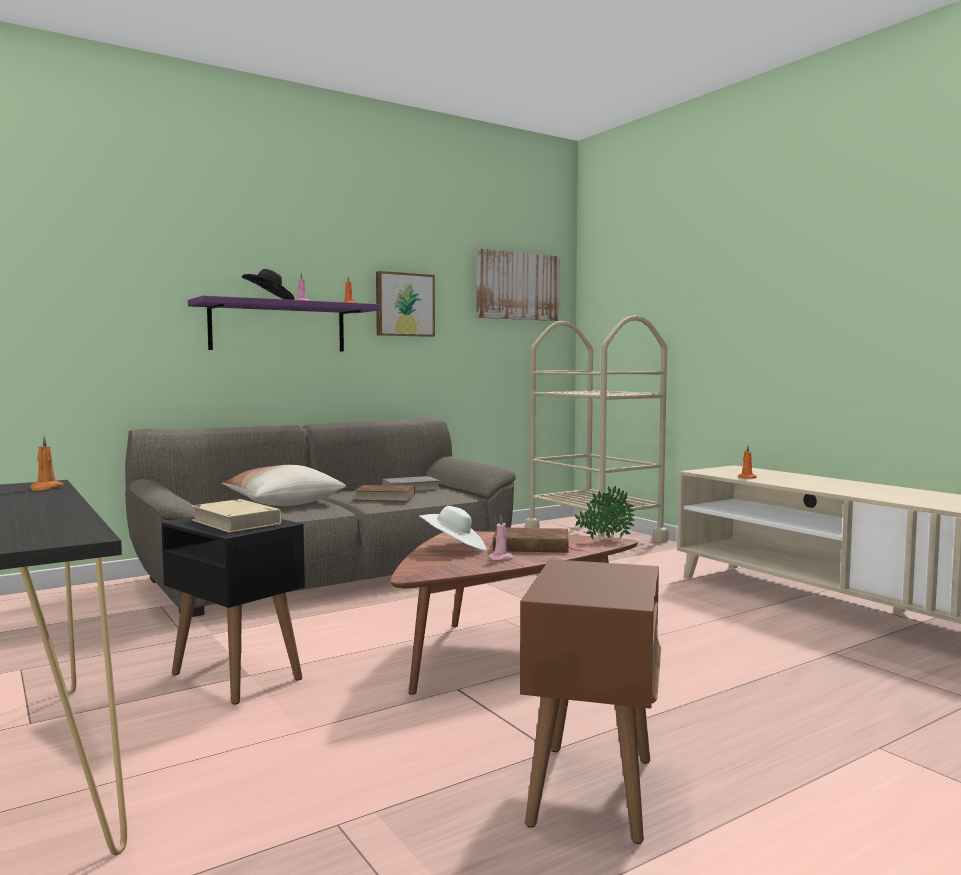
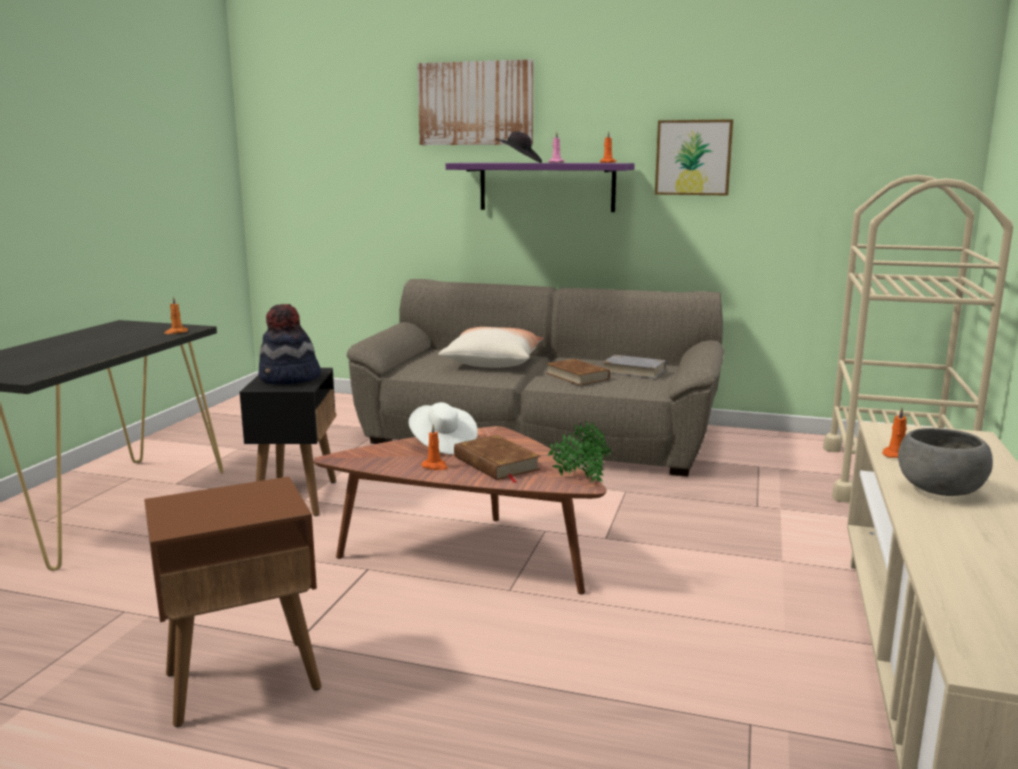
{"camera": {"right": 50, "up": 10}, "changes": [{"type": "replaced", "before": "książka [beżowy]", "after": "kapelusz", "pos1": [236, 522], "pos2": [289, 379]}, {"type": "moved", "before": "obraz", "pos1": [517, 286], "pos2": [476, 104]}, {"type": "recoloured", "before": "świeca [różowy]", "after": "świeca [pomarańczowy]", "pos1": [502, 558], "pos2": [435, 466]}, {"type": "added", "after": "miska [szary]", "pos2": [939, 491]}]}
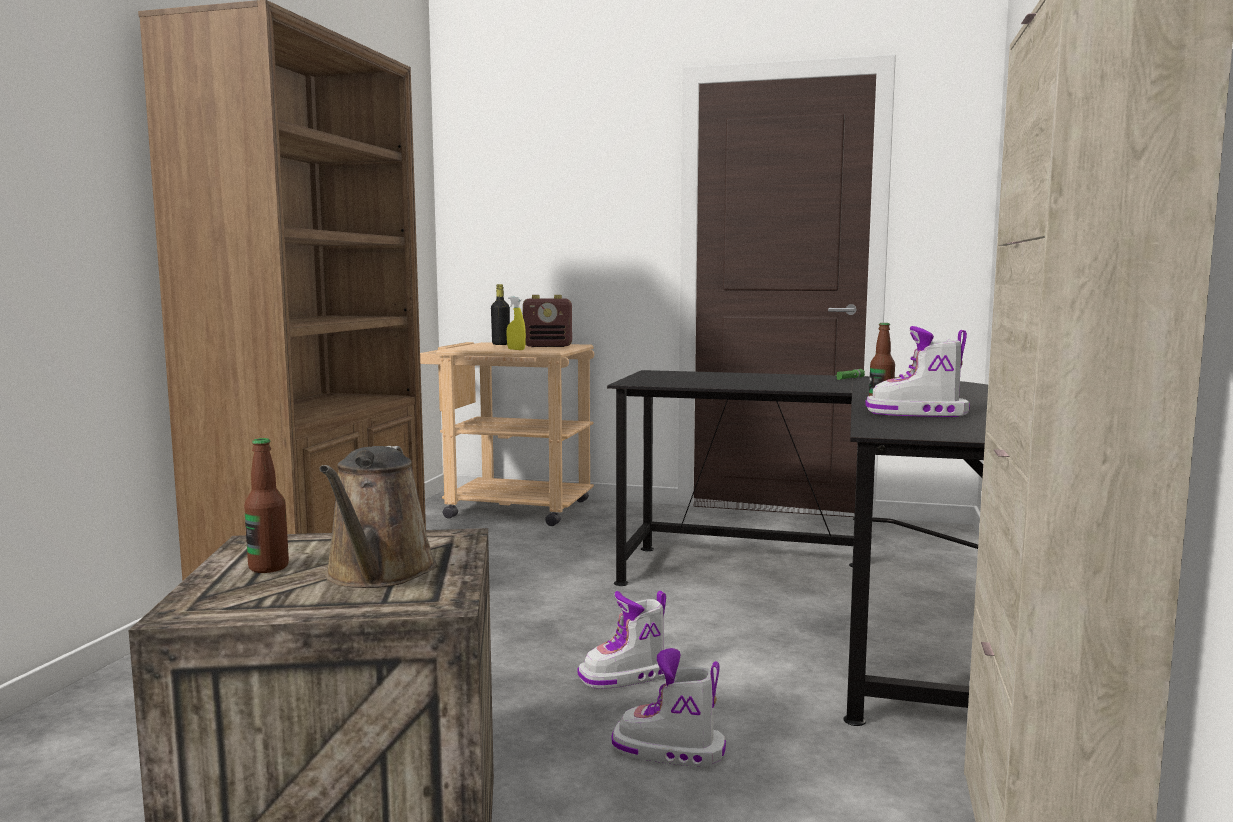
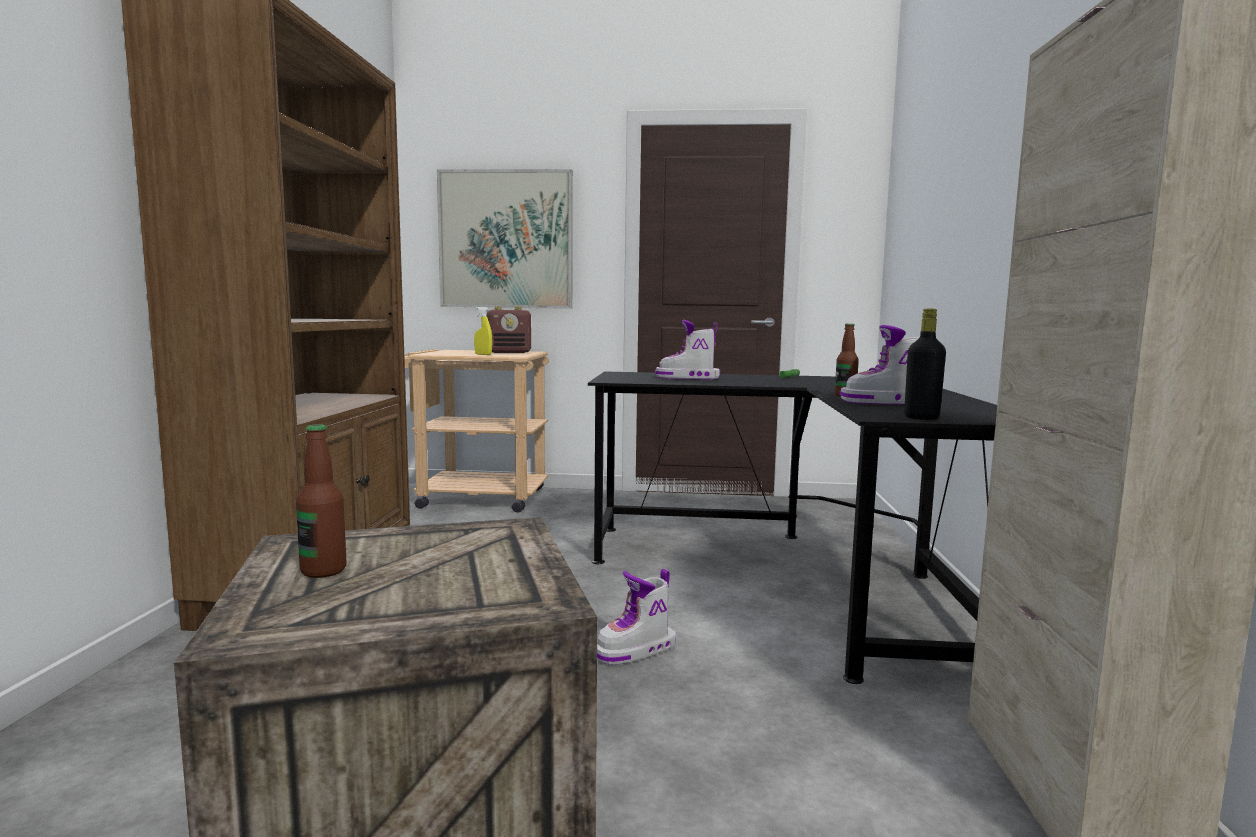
{"camera": {"right": -10, "up": 0}, "changes": [{"type": "removed", "before": "konewka [brązowy]", "pos1": [378, 574]}, {"type": "moved", "before": "butelka [czarny]", "pos1": [501, 344], "pos2": [921, 418]}, {"type": "moved", "before": "but z cholewką", "pos1": [668, 751], "pos2": [687, 378]}, {"type": "added", "after": "obraz", "pos2": [506, 240]}]}
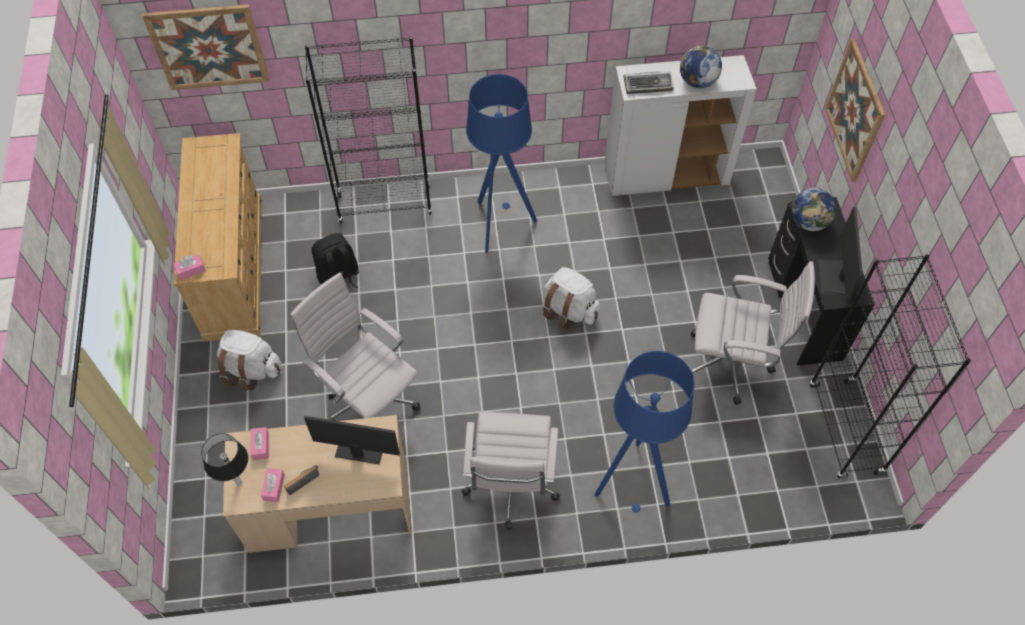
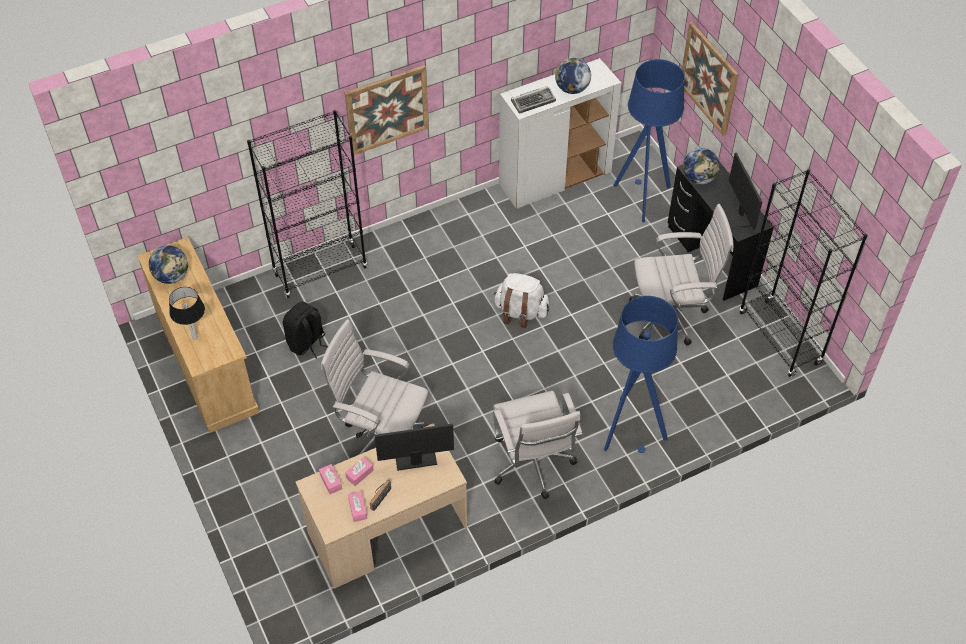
{"camera": {"right": -20, "up": -5}, "changes": [{"type": "moved", "before": "obraz", "pos1": [208, 47], "pos2": [387, 109]}, {"type": "moved", "before": "pudełko chusteczek [różowy]", "pos1": [191, 270], "pos2": [359, 474]}, {"type": "moved", "before": "lampa stołowa", "pos1": [238, 482], "pos2": [194, 337]}, {"type": "removed", "before": "plecak [biały]", "pos1": [251, 369]}, {"type": "moved", "before": "lampa stojąca [niebieski]", "pos1": [500, 225], "pos2": [642, 198]}, {"type": "added", "after": "globus", "pos2": [172, 276]}]}
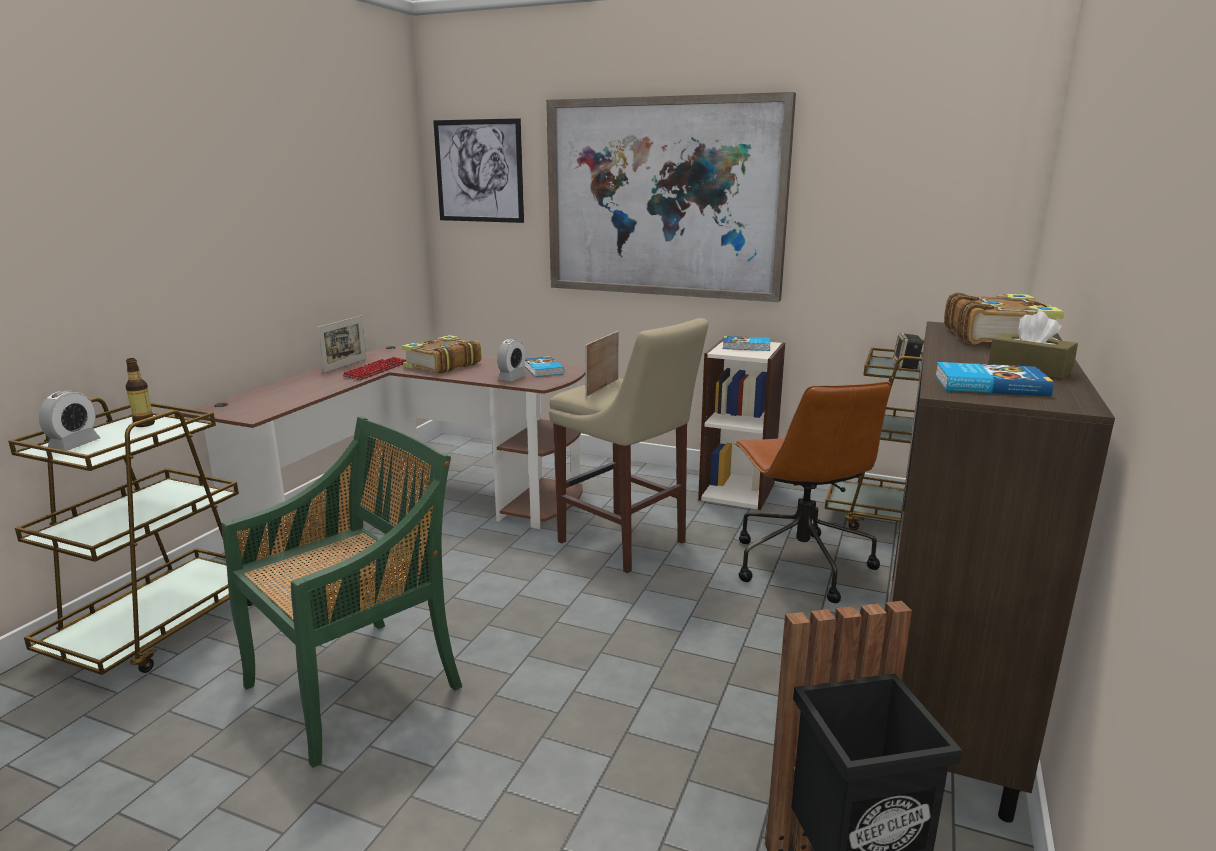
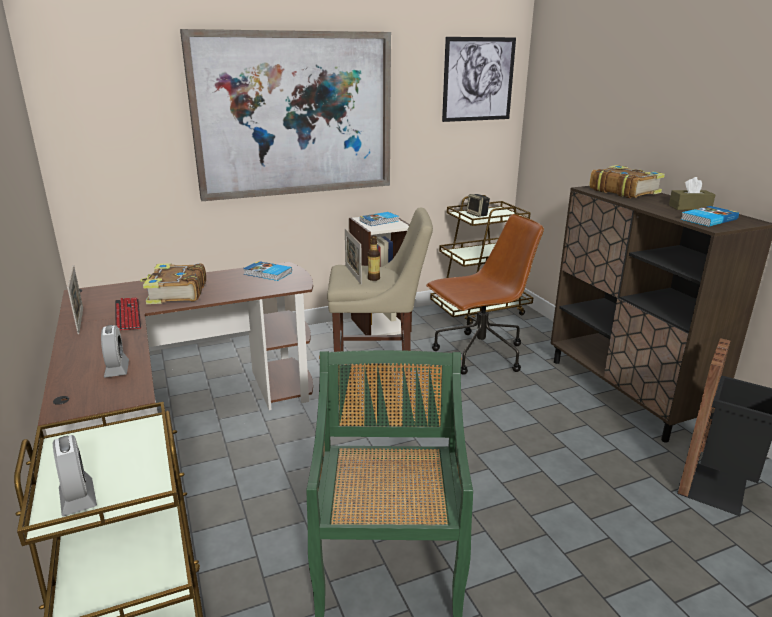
{"camera": {"right": -45, "up": 5}, "changes": [{"type": "moved", "before": "butelka", "pos1": [144, 424], "pos2": [373, 278]}, {"type": "moved", "before": "obraz", "pos1": [479, 171], "pos2": [478, 79]}, {"type": "moved", "before": "budzik", "pos1": [512, 378], "pos2": [117, 369]}, {"type": "turned", "before": "krzesło biurowe [brązowy]", "pos1": [799, 564], "pos2": [478, 355], "turn": -60}]}
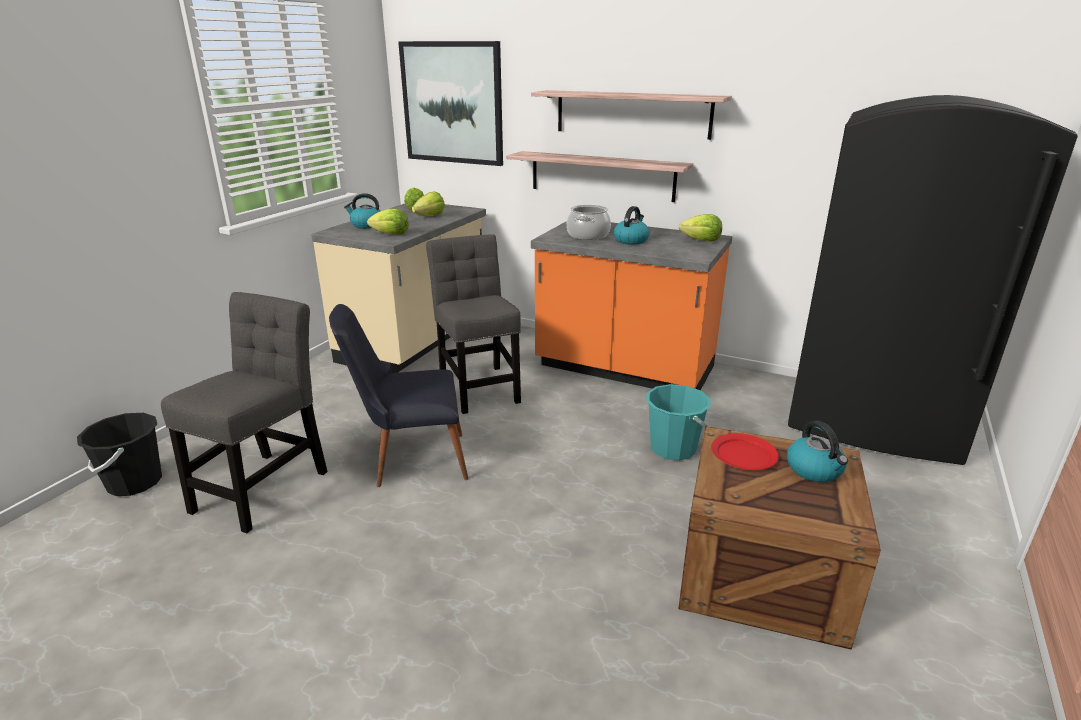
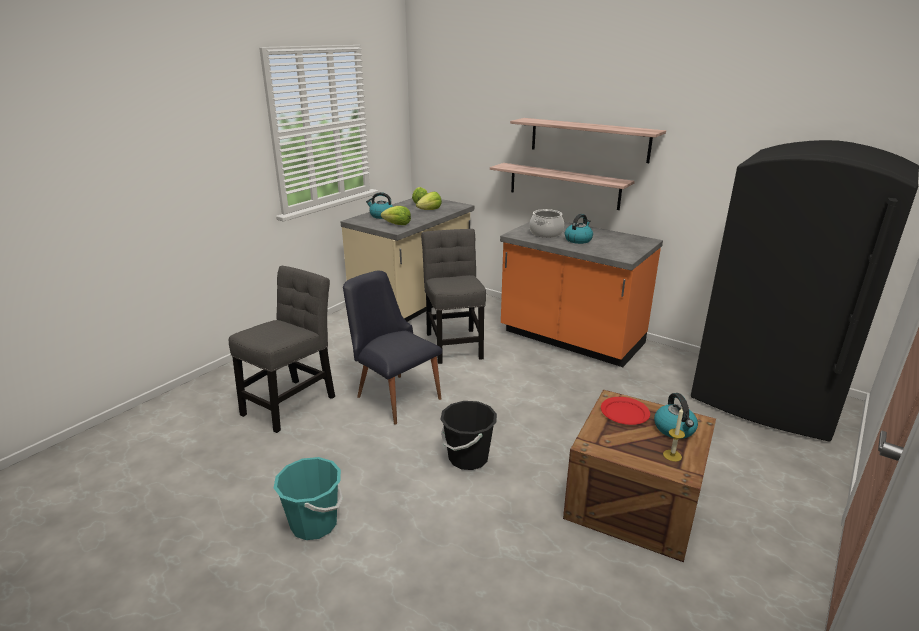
{"camera": {"right": 10, "up": 0}, "changes": [{"type": "moved", "before": "wiadro [czarny]", "pos1": [135, 482], "pos2": [468, 458]}, {"type": "turned", "before": "krzesło [czarny]", "pos1": [410, 460], "pos2": [393, 394], "turn": 45}, {"type": "removed", "before": "obraz", "pos1": [452, 103]}, {"type": "moved", "before": "wiadro [turkusowy]", "pos1": [673, 449], "pos2": [314, 523]}, {"type": "removed", "before": "sałata", "pos1": [701, 240]}, {"type": "added", "after": "świeca", "pos2": [672, 455]}]}
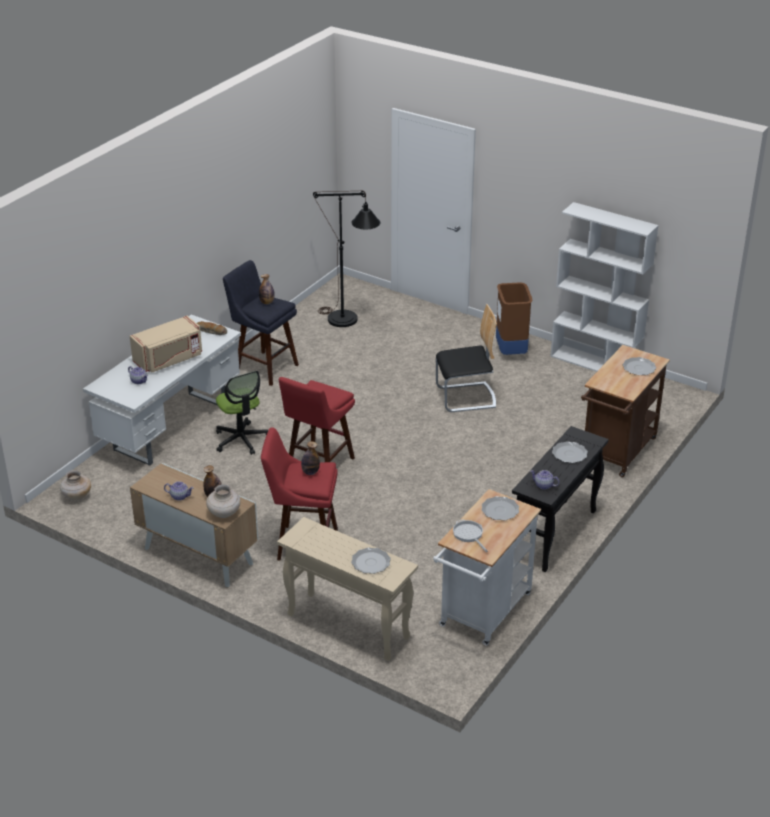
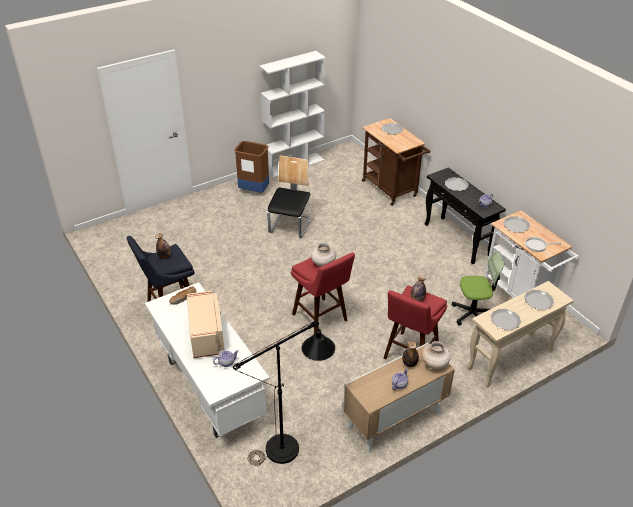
{"camera": {"right": -65, "up": 5}, "changes": [{"type": "moved", "before": "wazon [beżowy]", "pos1": [76, 496], "pos2": [323, 263]}, {"type": "moved", "before": "krzesło biurowe", "pos1": [241, 439], "pos2": [473, 314]}, {"type": "moved", "before": "lampa stojąca [czarny]", "pos1": [348, 322], "pos2": [291, 446]}, {"type": "added", "after": "talerz", "pos2": [505, 320]}]}
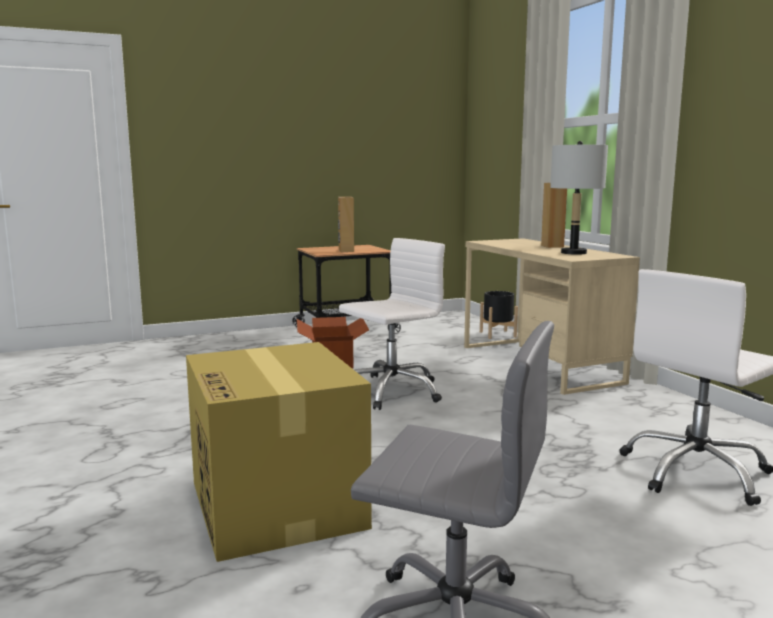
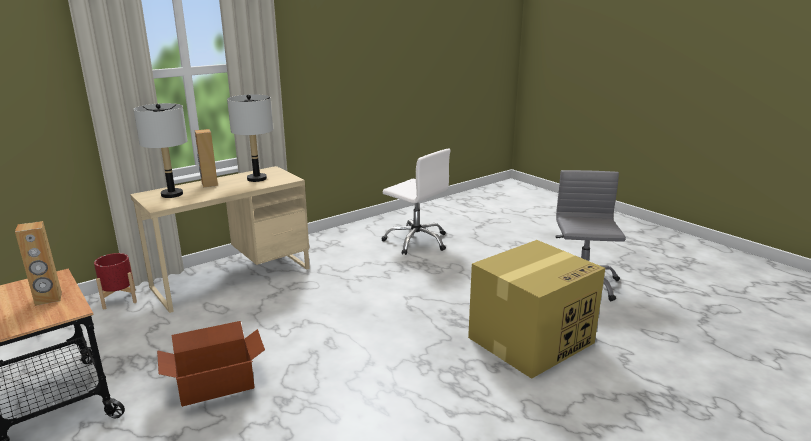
{"camera": {"right": -105, "up": 10}, "changes": [{"type": "removed", "before": "krzesło biurowe [biały]", "pos1": [391, 391]}, {"type": "recoloured", "before": "donica [czarny]", "after": "donica [czerwony]", "pos1": [497, 334], "pos2": [119, 299]}, {"type": "added", "after": "lampa stołowa [szary]", "pos2": [172, 194]}]}
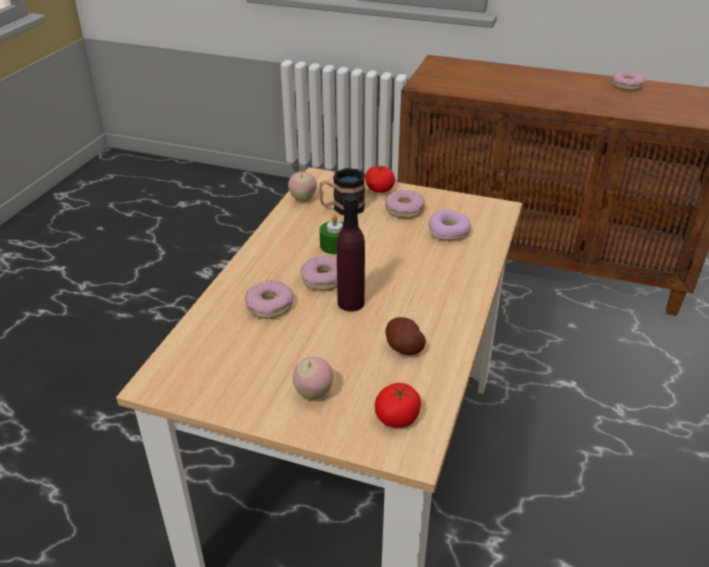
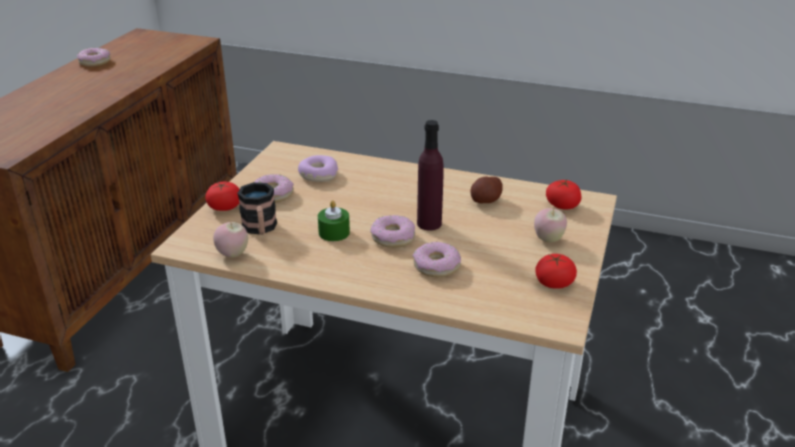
{"camera": {"right": -90, "up": -5}, "changes": [{"type": "added", "after": "pomidor", "pos2": [554, 283]}]}
